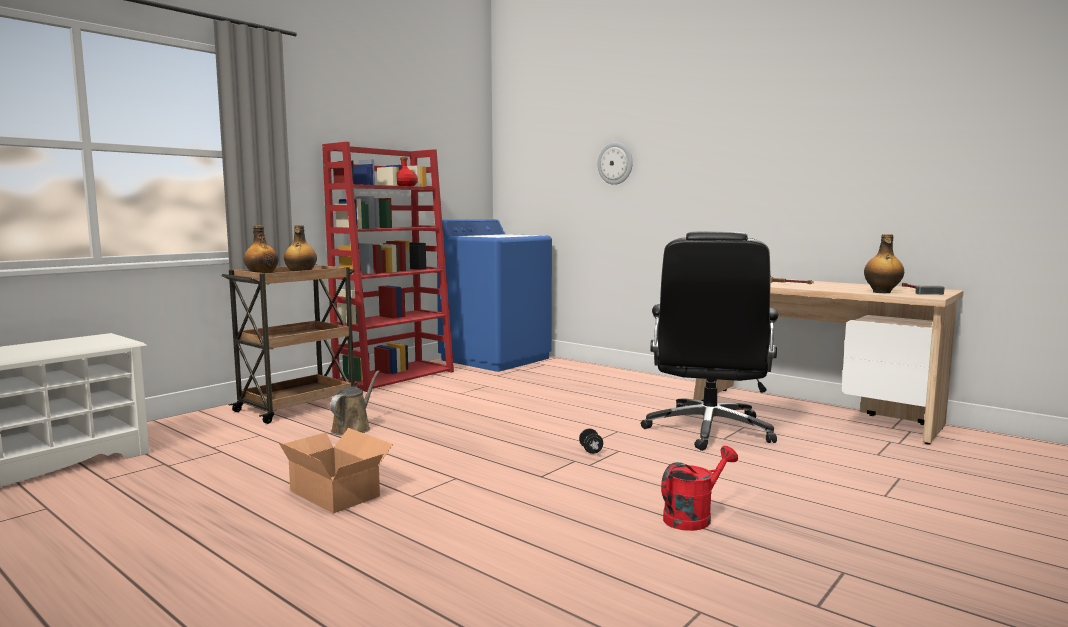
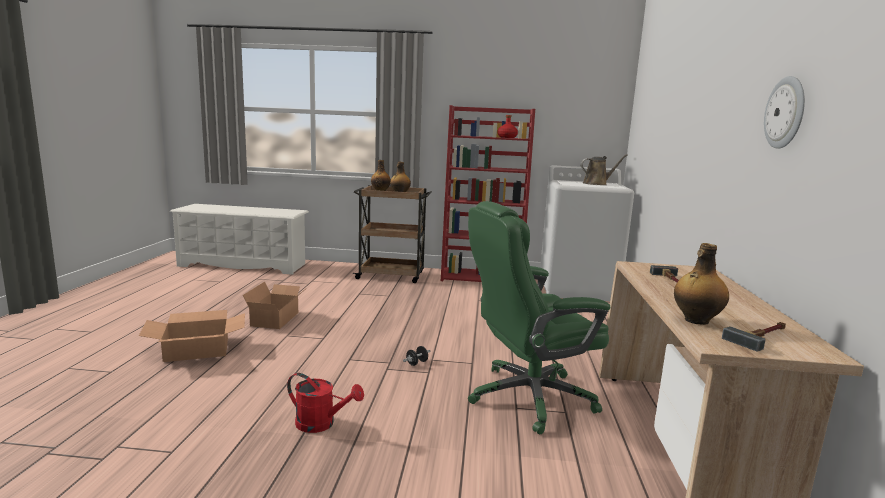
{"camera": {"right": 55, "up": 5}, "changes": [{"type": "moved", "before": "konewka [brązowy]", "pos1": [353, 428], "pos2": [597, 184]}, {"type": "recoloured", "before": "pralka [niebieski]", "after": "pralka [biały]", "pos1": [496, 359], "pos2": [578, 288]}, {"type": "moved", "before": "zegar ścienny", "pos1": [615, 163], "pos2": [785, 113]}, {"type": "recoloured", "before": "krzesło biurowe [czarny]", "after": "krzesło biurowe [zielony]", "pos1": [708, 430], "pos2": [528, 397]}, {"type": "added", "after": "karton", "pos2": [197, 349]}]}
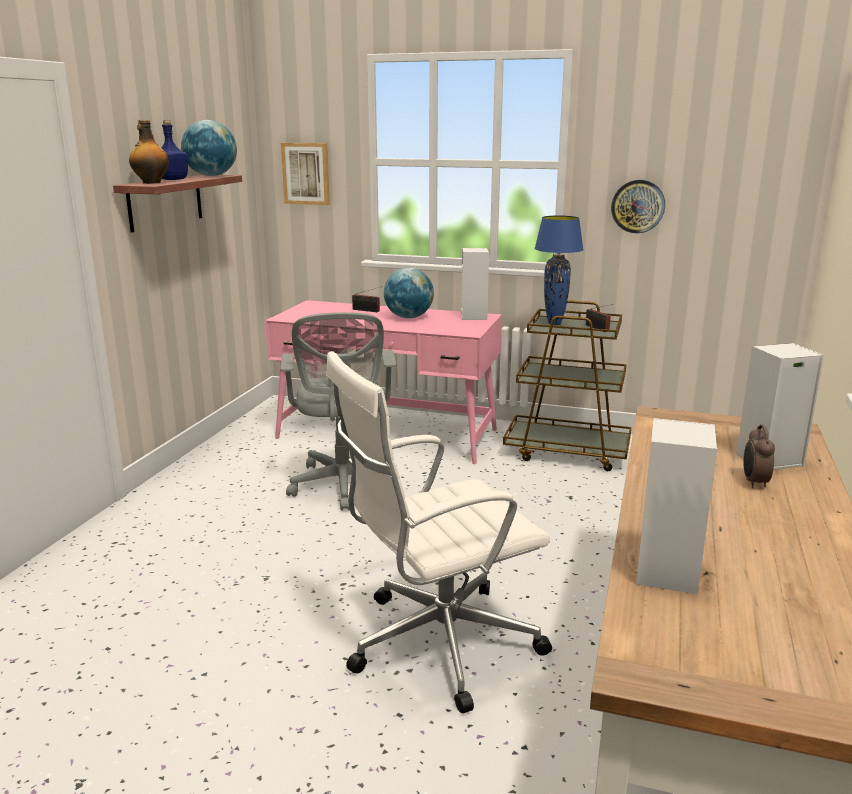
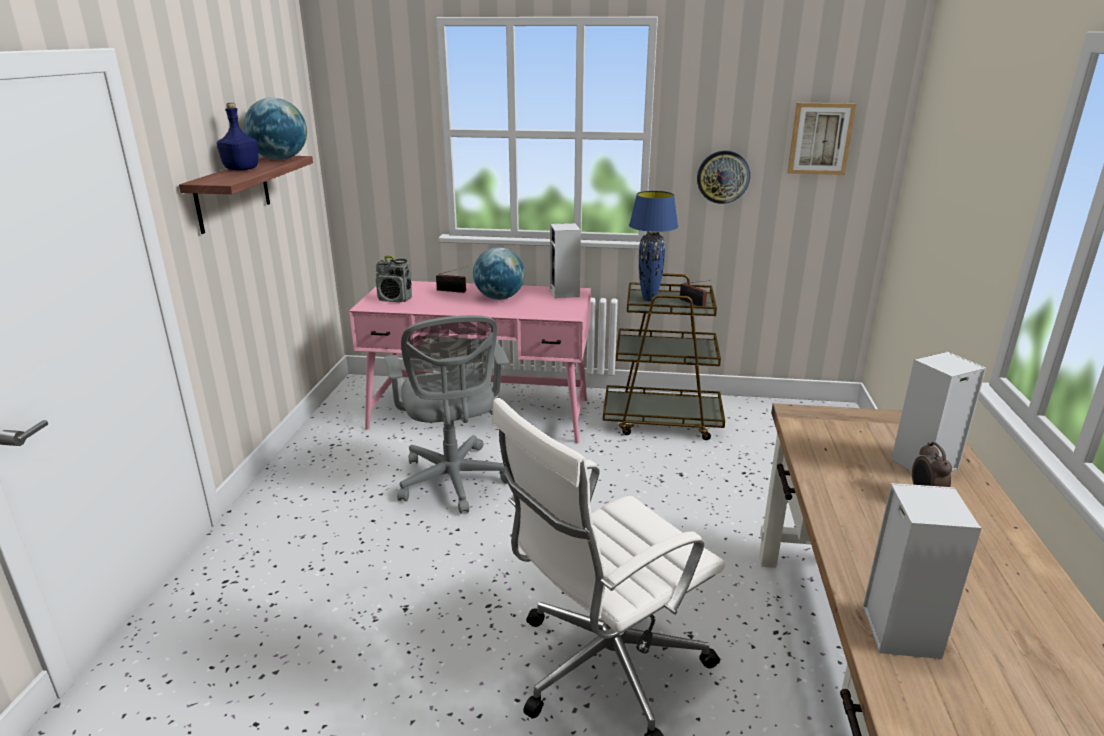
{"camera": {"right": -10, "up": 5}, "changes": [{"type": "removed", "before": "butelka", "pos1": [151, 183]}, {"type": "moved", "before": "obraz", "pos1": [306, 173], "pos2": [820, 138]}, {"type": "added", "after": "radio", "pos2": [395, 299]}]}
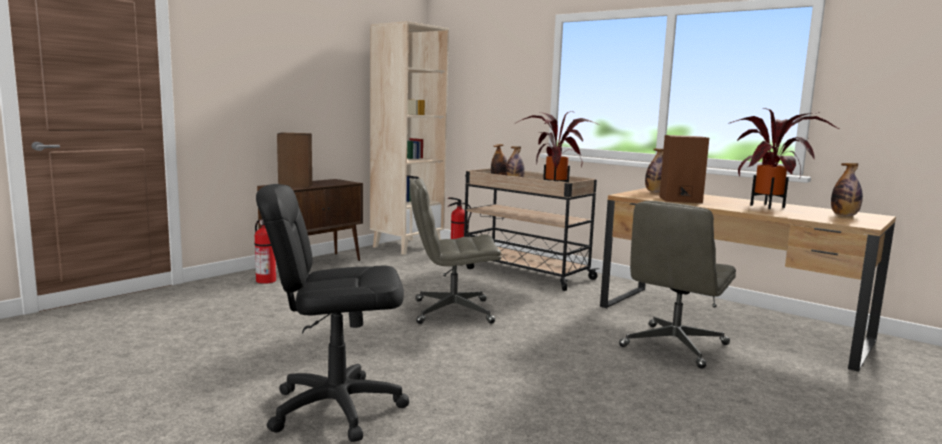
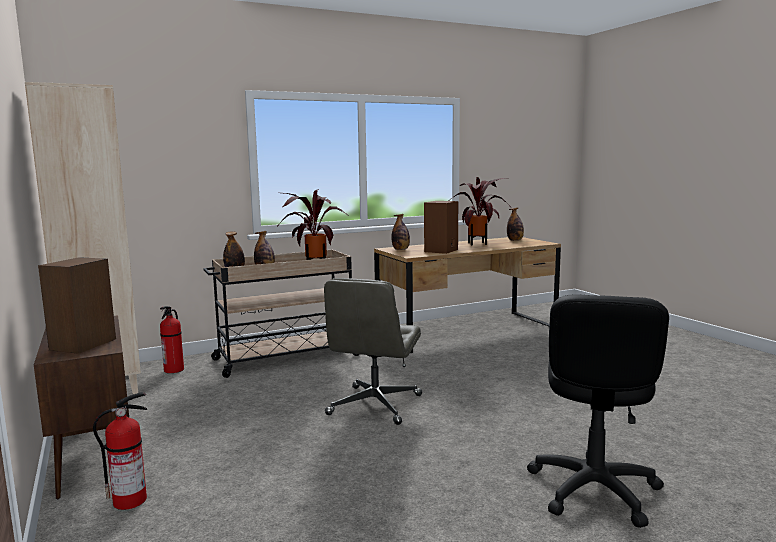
{"camera": {"right": -65, "up": 0}, "changes": [{"type": "removed", "before": "krzesło biurowe [szary]", "pos1": [674, 346]}]}
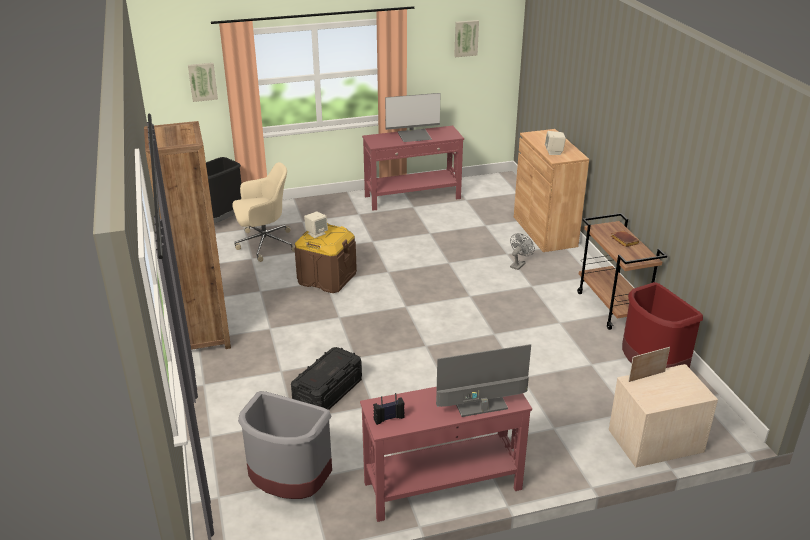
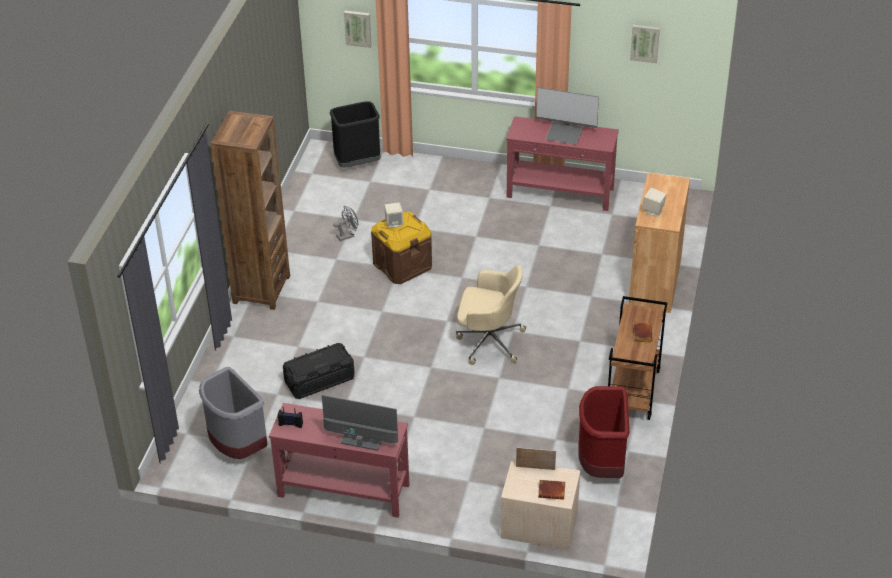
{"camera": {"right": 30, "up": 10}, "changes": [{"type": "moved", "before": "krzesło biurowe [beżowy]", "pos1": [264, 244], "pos2": [488, 341]}, {"type": "moved", "before": "wentylator [szary]", "pos1": [518, 264], "pos2": [348, 235]}, {"type": "added", "after": "książka [brązowy]", "pos2": [552, 491]}]}
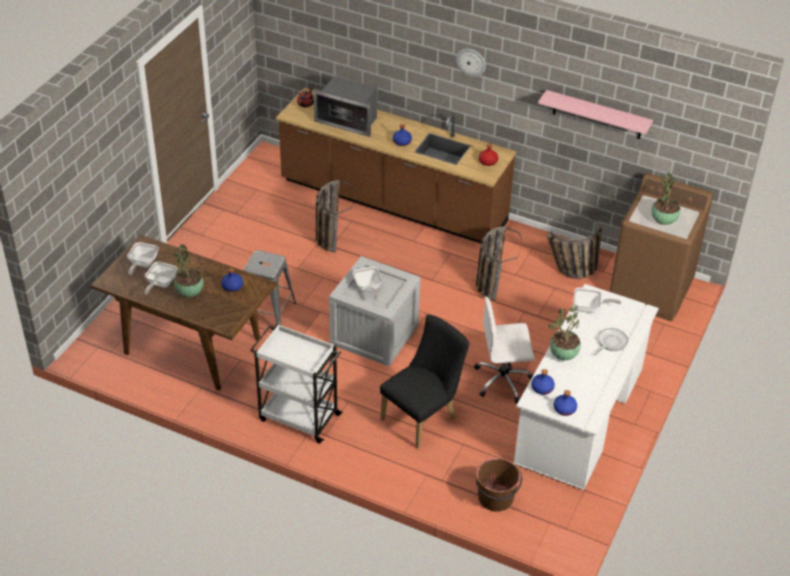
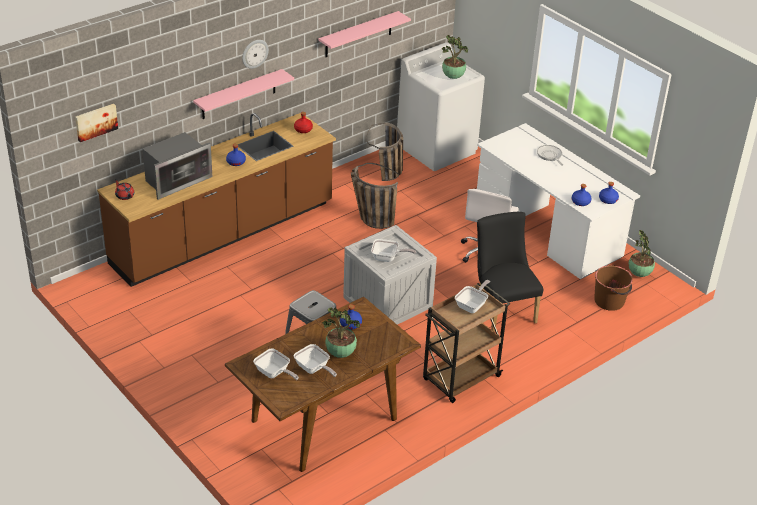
{"camera": {"right": -65, "up": -5}, "changes": [{"type": "recoloured", "before": "wózek [biały]", "after": "wózek [brązowy]", "pos1": [298, 417], "pos2": [460, 379]}, {"type": "removed", "before": "koszyk", "pos1": [330, 235]}, {"type": "moved", "before": "roślina doniczkowa", "pos1": [562, 356], "pos2": [639, 274]}, {"type": "moved", "before": "patelnia", "pos1": [589, 308], "pos2": [472, 305]}, {"type": "recoloured", "before": "pralka [brązowy]", "after": "pralka [biały]", "pos1": [651, 291], "pos2": [437, 149]}, {"type": "added", "after": "obraz", "pos2": [95, 122]}, {"type": "added", "after": "półka [różowy]", "pos2": [238, 94]}]}
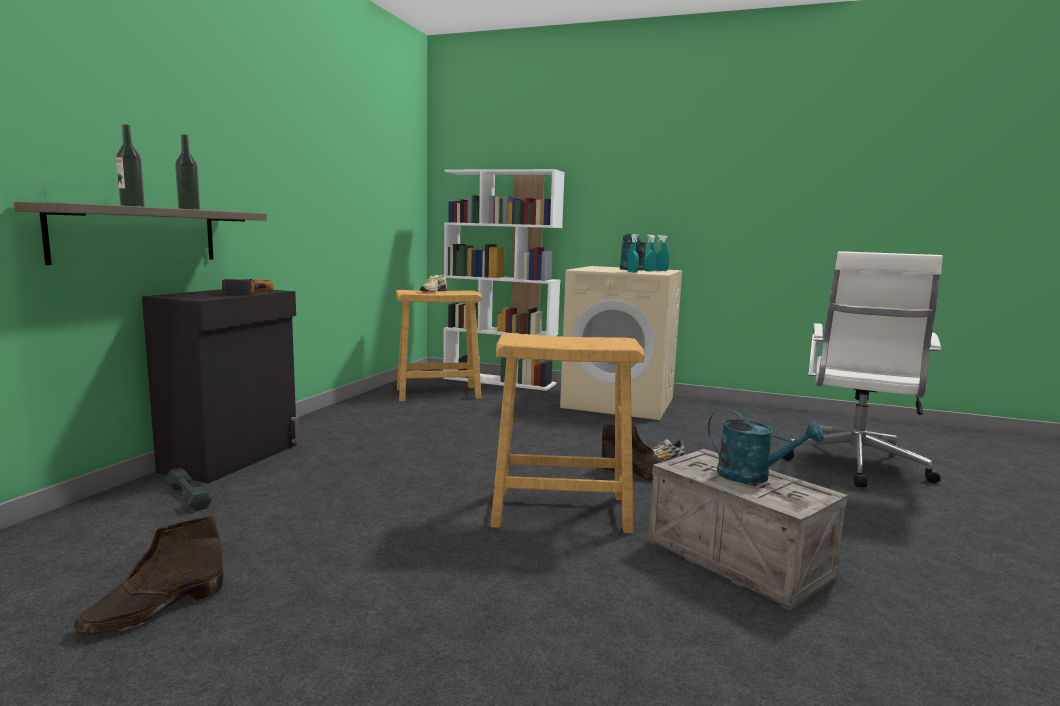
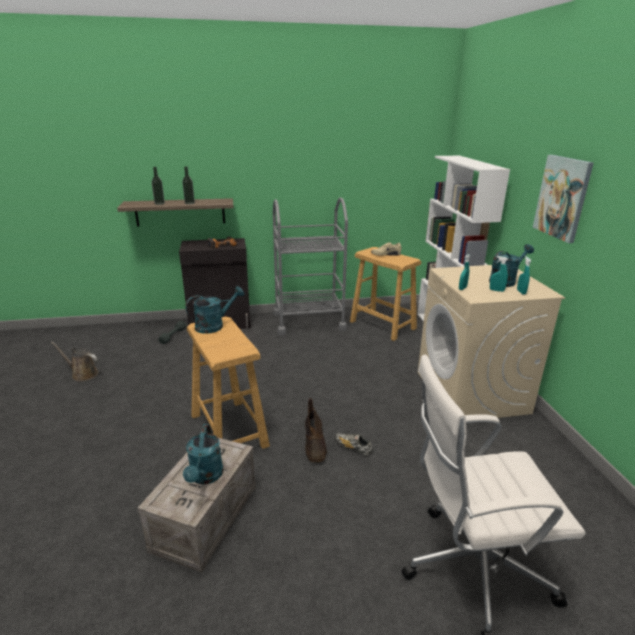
{"camera": {"right": 60, "up": 15}, "changes": [{"type": "replaced", "before": "but z cholewką [brązowy]", "after": "konewka [brązowy]", "pos1": [153, 610], "pos2": [83, 374]}, {"type": "added", "after": "konewka [turkusowy]", "pos2": [214, 326]}, {"type": "added", "after": "wózek [szary]", "pos2": [308, 321]}, {"type": "added", "after": "obraz", "pos2": [562, 197]}]}
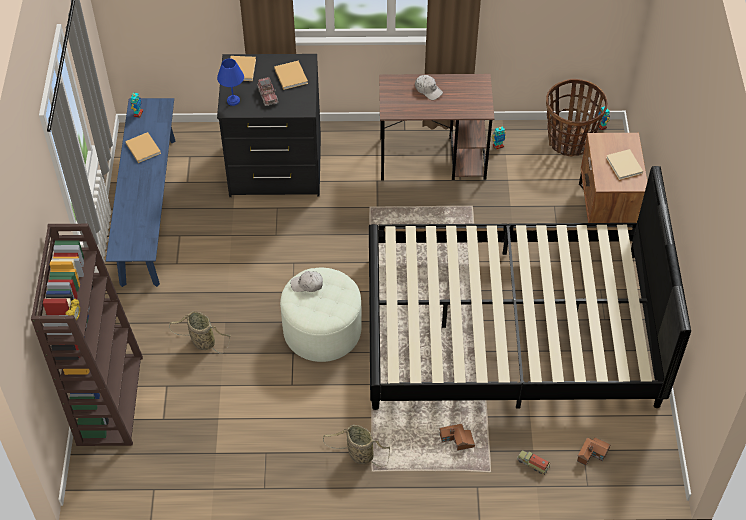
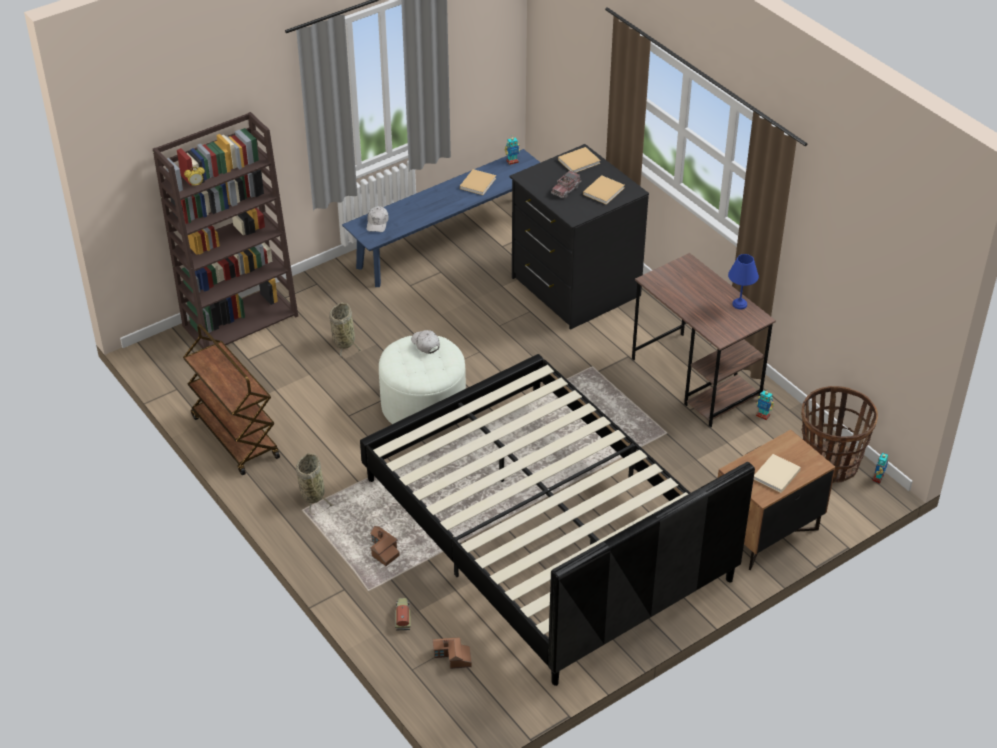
{"camera": {"right": 55, "up": -10}, "changes": [{"type": "moved", "before": "lampa stołowa [niebieski]", "pos1": [233, 101], "pos2": [739, 305]}, {"type": "moved", "before": "czapka z daszkiem [biały]", "pos1": [428, 90], "pos2": [377, 223]}, {"type": "added", "after": "wózek [brązowy]", "pos2": [234, 437]}]}
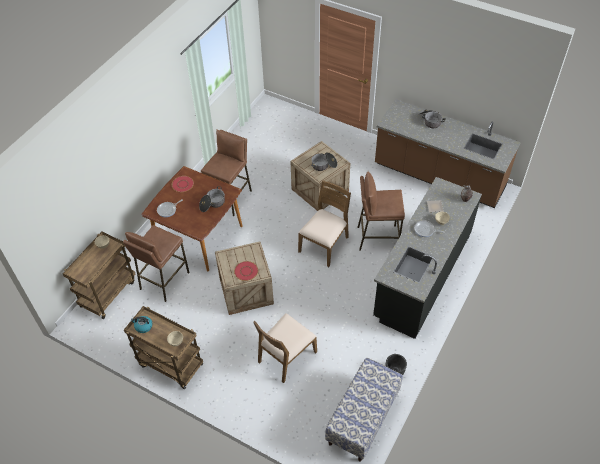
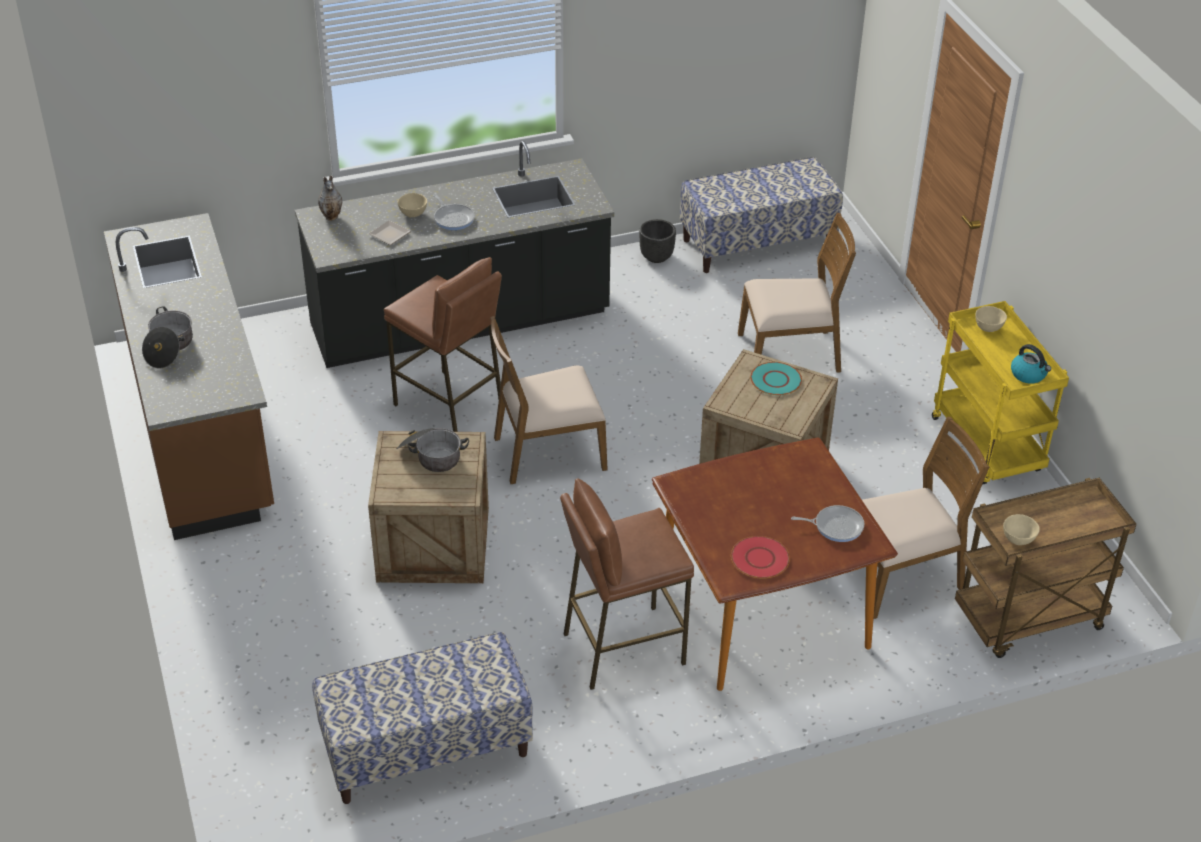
{"camera": {"right": -140, "up": -10}, "changes": [{"type": "replaced", "before": "stołek [brązowy]", "after": "krzesło [brązowy]", "pos1": [164, 280], "pos2": [900, 575]}, {"type": "recoloured", "before": "wózek [brązowy]", "after": "wózek [żółty]", "pos1": [169, 365], "pos2": [988, 446]}, {"type": "removed", "before": "garnek", "pos1": [212, 204]}, {"type": "recoloured", "before": "talerz [czerwony]", "after": "talerz [turkusowy]", "pos1": [246, 271], "pos2": [776, 380]}, {"type": "added", "after": "ławka", "pos2": [426, 749]}]}
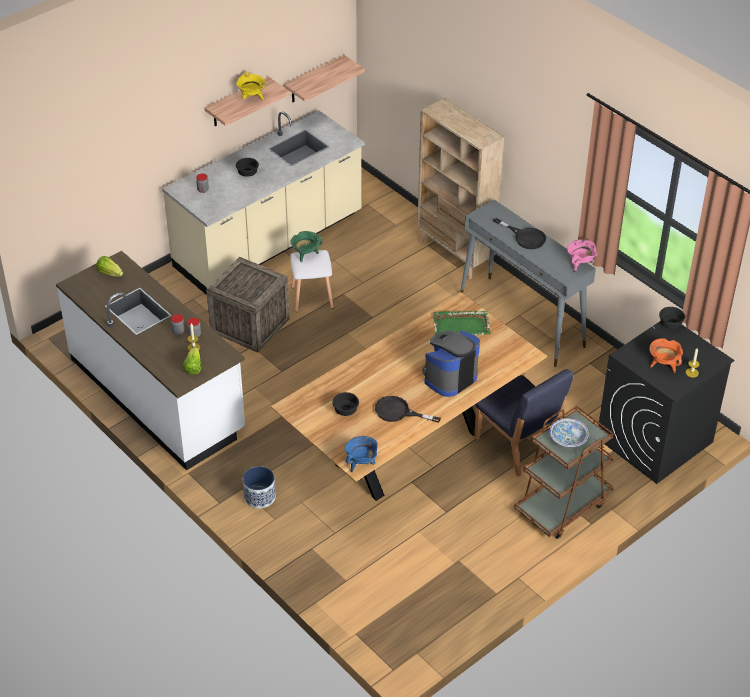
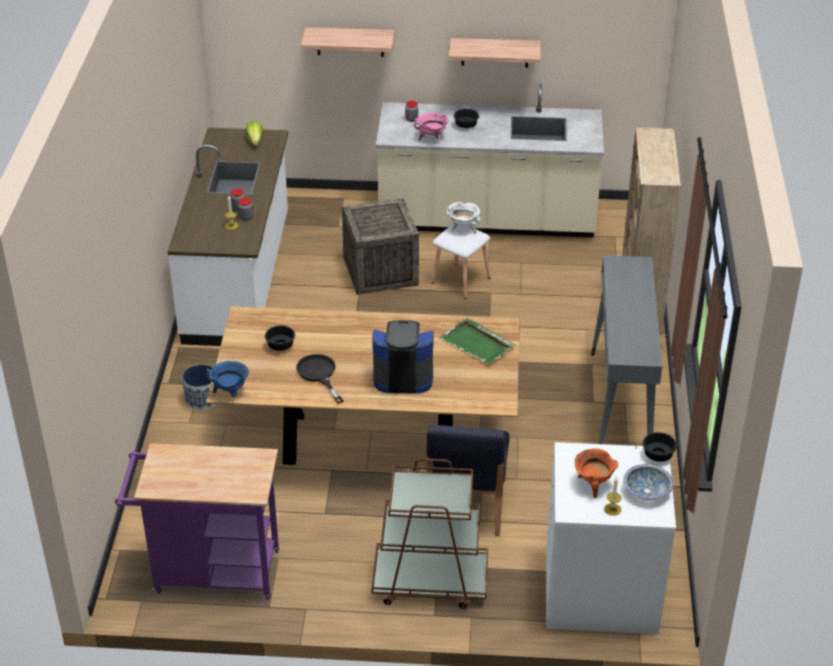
{"camera": {"right": 45, "up": -5}, "changes": [{"type": "removed", "before": "sałata", "pos1": [193, 367]}, {"type": "removed", "before": "garnek [żółty]", "pos1": [252, 98]}, {"type": "moved", "before": "półka", "pos1": [314, 80], "pos2": [350, 42]}, {"type": "recoloured", "before": "garnek [zielony]", "after": "garnek [biały]", "pos1": [306, 255], "pos2": [463, 229]}, {"type": "removed", "before": "patelnia [czarny]", "pos1": [525, 237]}, {"type": "moved", "before": "miska", "pos1": [567, 439], "pos2": [647, 491]}, {"type": "moved", "before": "garnek [różowy]", "pos1": [580, 264], "pos2": [432, 138]}, {"type": "recoloured", "before": "pralka [czarny]", "after": "pralka [biały]", "pos1": [654, 441], "pos2": [600, 591]}, {"type": "added", "after": "wózek [fioletowy]", "pos2": [209, 572]}]}
